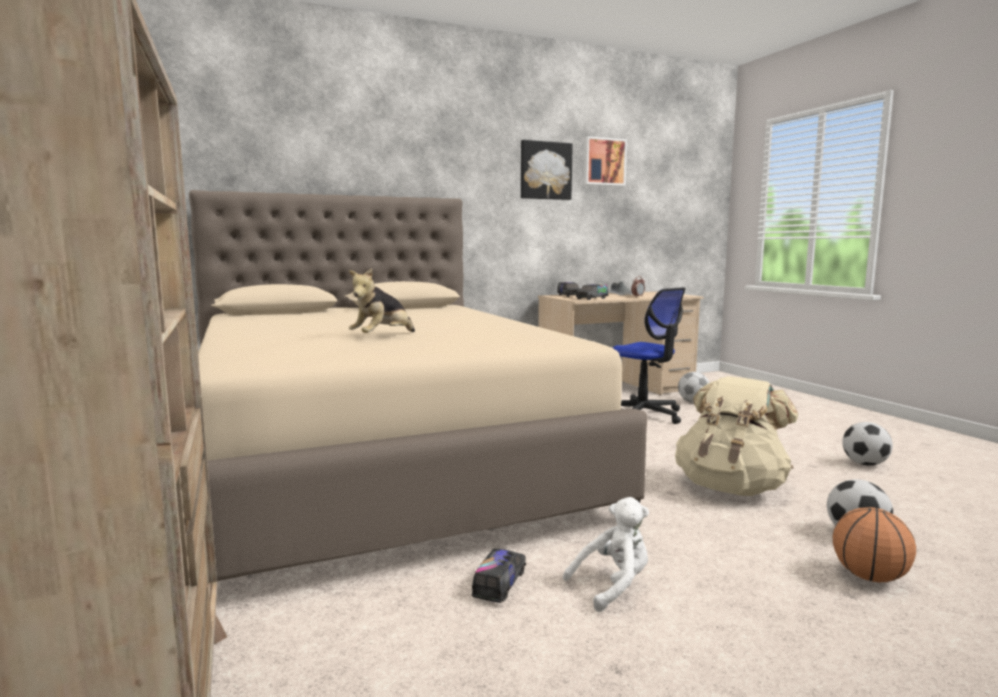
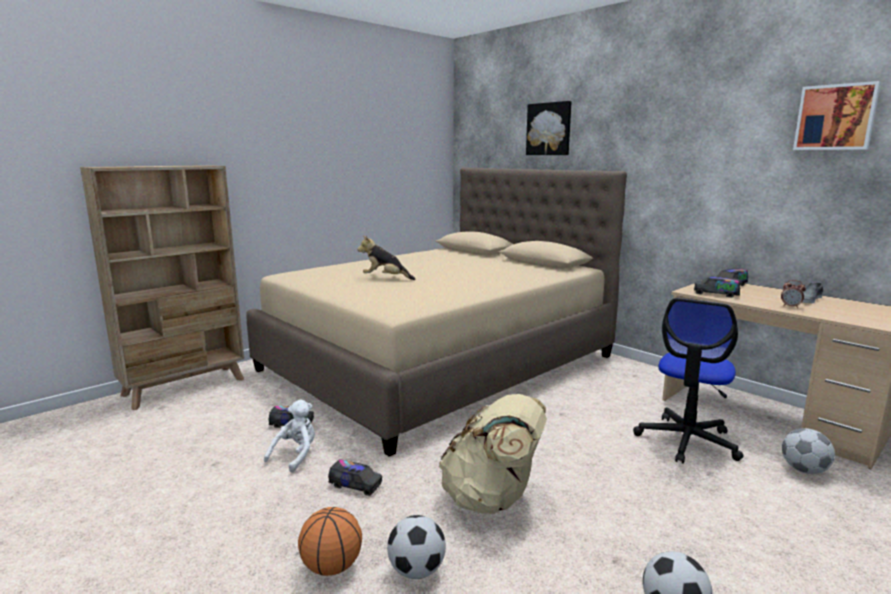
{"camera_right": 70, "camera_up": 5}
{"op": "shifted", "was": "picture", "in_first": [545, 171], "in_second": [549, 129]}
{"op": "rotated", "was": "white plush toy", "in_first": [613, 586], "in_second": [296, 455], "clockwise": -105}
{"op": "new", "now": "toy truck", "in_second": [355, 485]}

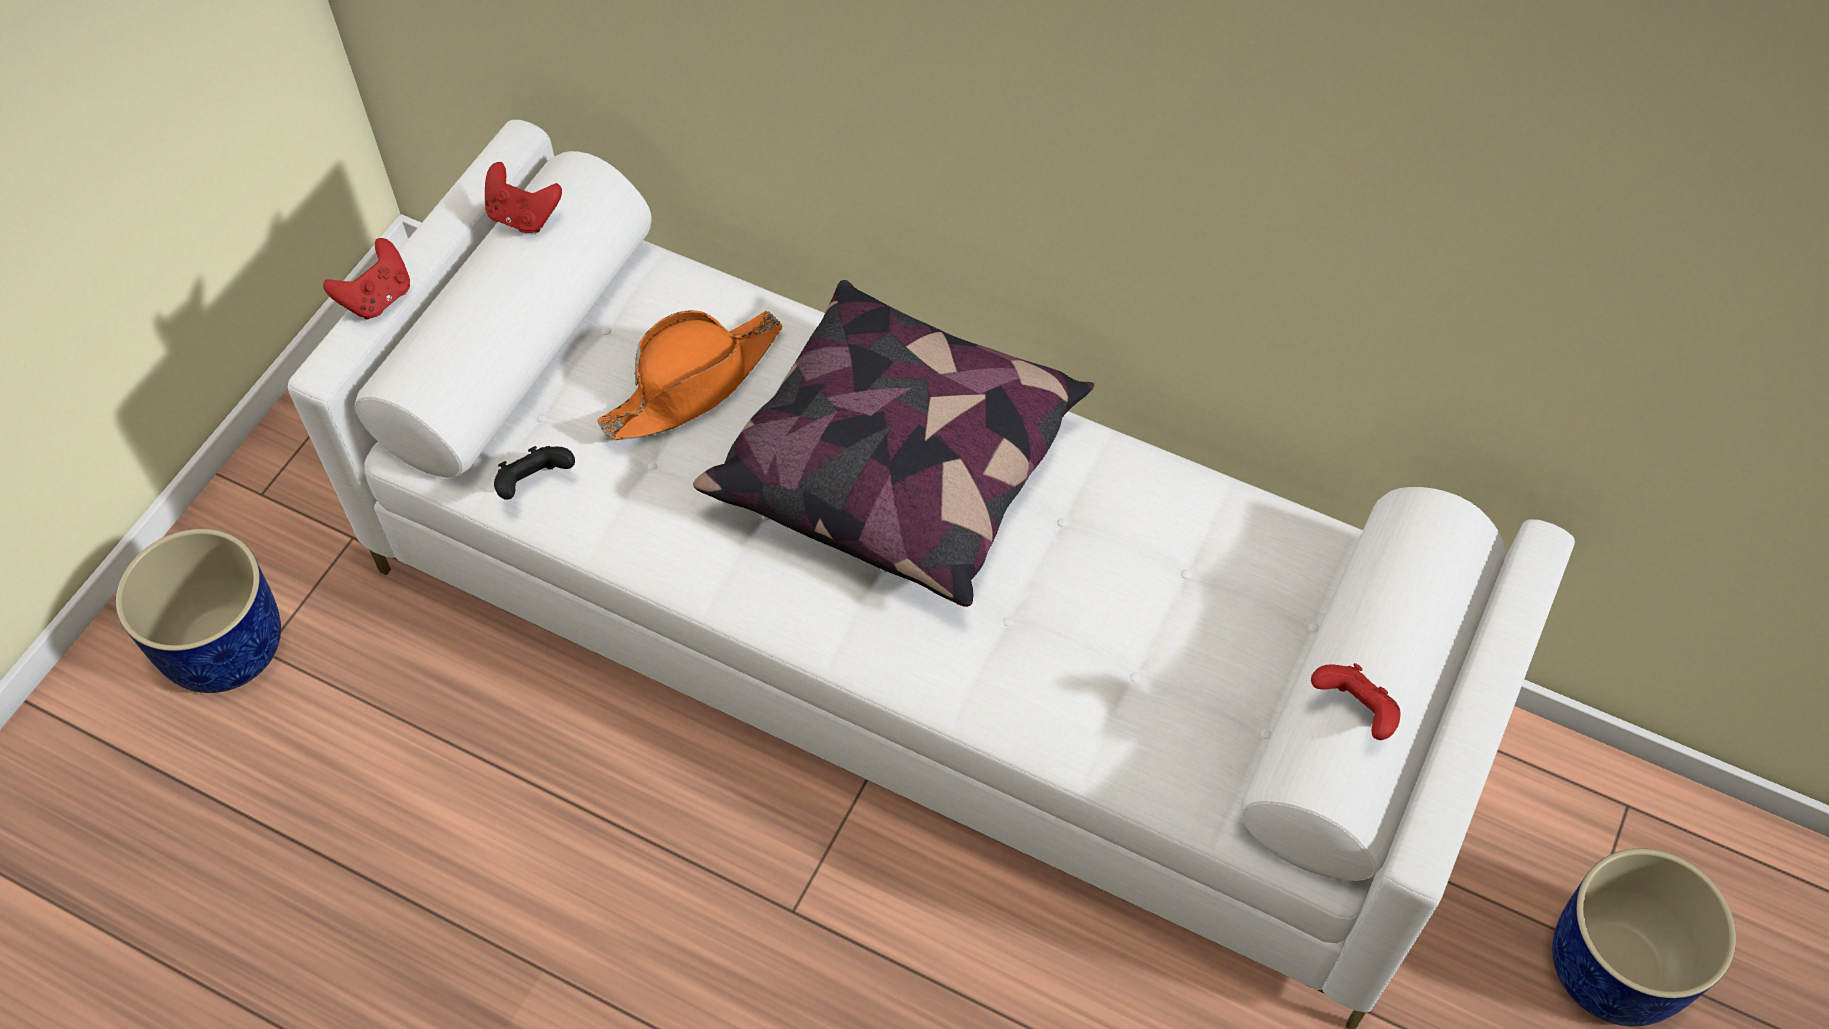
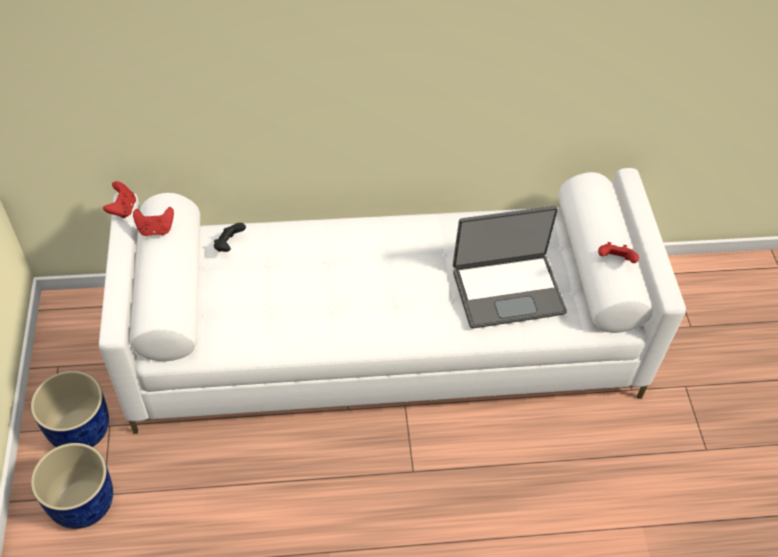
{"camera_right": -35, "camera_up": -5}
{"op": "shifted", "was": "red game controller", "in_first": [378, 298], "in_second": [122, 209]}
{"op": "gone", "was": "pillow", "in_first": [898, 466]}
{"op": "gone", "was": "orange hat", "in_first": [694, 383]}
{"op": "shifted", "was": "black game controller", "in_first": [535, 484], "in_second": [229, 245]}
{"op": "shifted", "was": "blue planter", "in_first": [1611, 966], "in_second": [79, 429]}
{"op": "new", "now": "laptop", "in_second": [507, 290]}

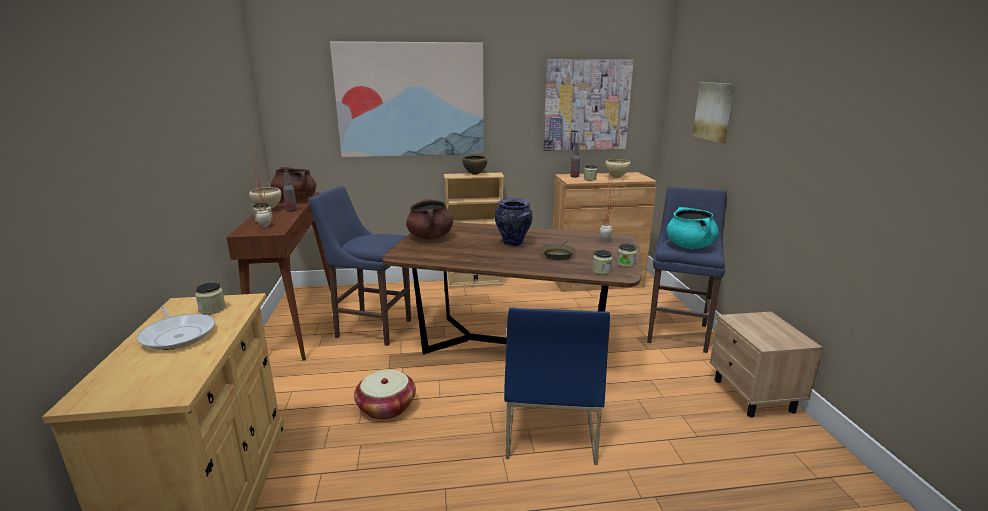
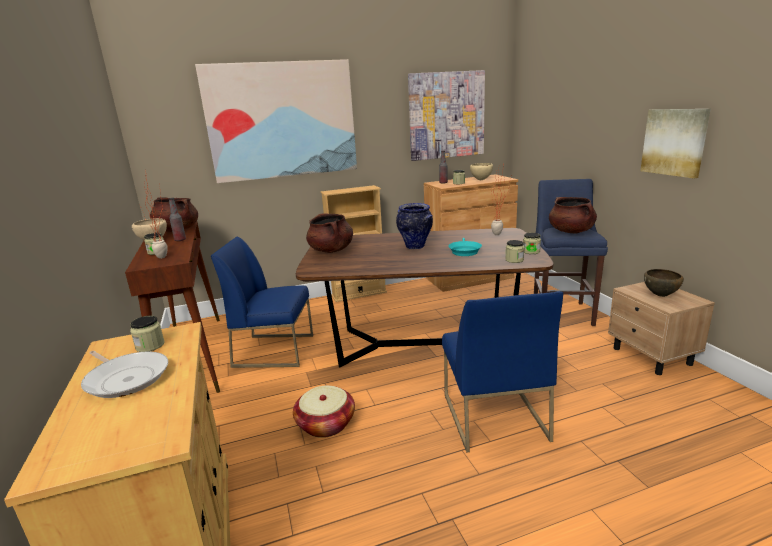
{"camera_right": -10, "camera_up": 0}
{"op": "shifted", "was": "picture", "in_first": [714, 111], "in_second": [674, 142]}
{"op": "shifted", "was": "brown bowl", "in_first": [475, 174], "in_second": [660, 295]}
{"op": "swapped", "was": "blue stool", "now": "blue chair", "in_first": [370, 328], "in_second": [275, 350]}
{"op": "repainted", "was": "turquoise cooking pot", "now": "brown cooking pot", "in_first": [690, 246], "in_second": [571, 231]}
{"op": "repainted", "was": "brown frying pan", "now": "turquoise frying pan", "in_first": [558, 254], "in_second": [464, 251]}

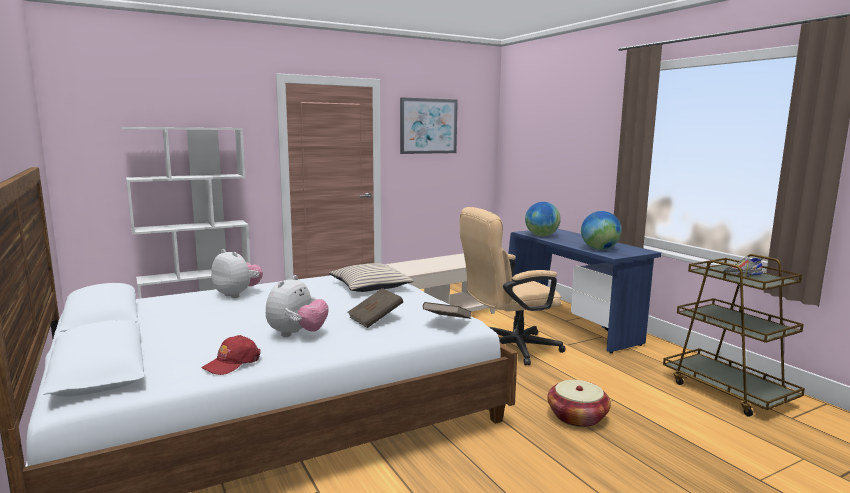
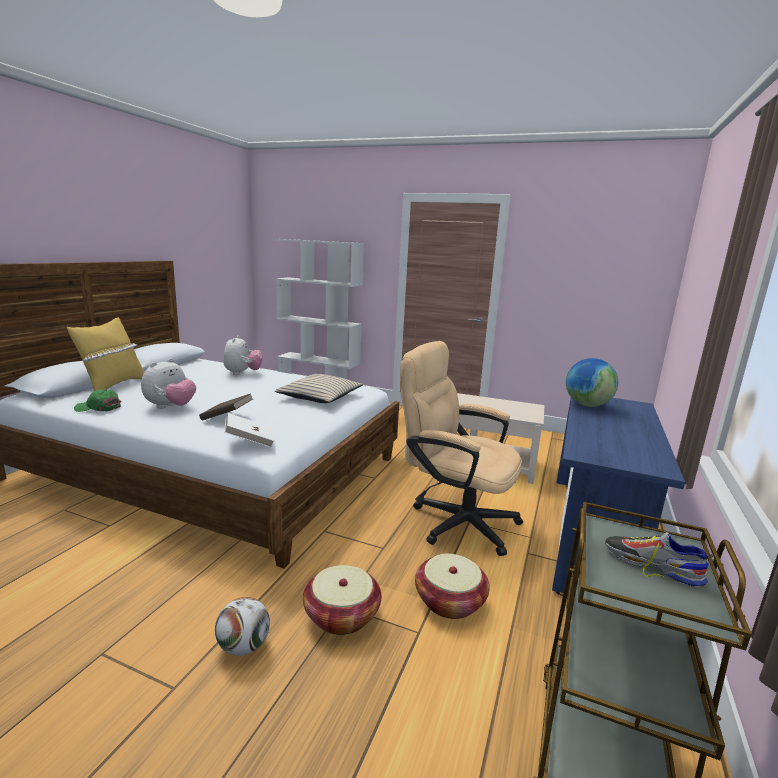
{"camera_right": 50, "camera_up": 5}
{"op": "gone", "was": "picture", "in_first": [428, 126]}
{"op": "gone", "was": "globe", "in_first": [599, 249]}
{"op": "rotated", "was": "plush toy", "in_first": [297, 334], "in_second": [170, 407], "clockwise": -45}
{"op": "repainted", "was": "brown book", "now": "white book", "in_first": [447, 322], "in_second": [250, 441]}
{"op": "repainted", "was": "red cap", "now": "green cap", "in_first": [232, 363], "in_second": [99, 407]}
{"op": "new", "now": "yellow pillow", "in_second": [113, 386]}
{"op": "new", "now": "basket", "in_second": [450, 601]}
{"op": "new", "now": "football", "in_second": [243, 646]}

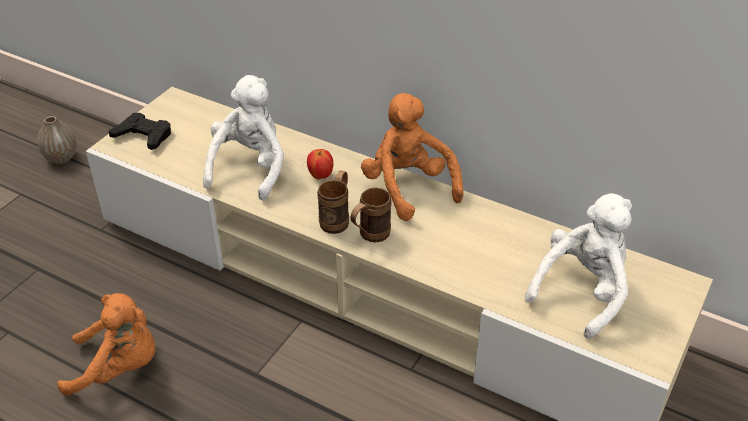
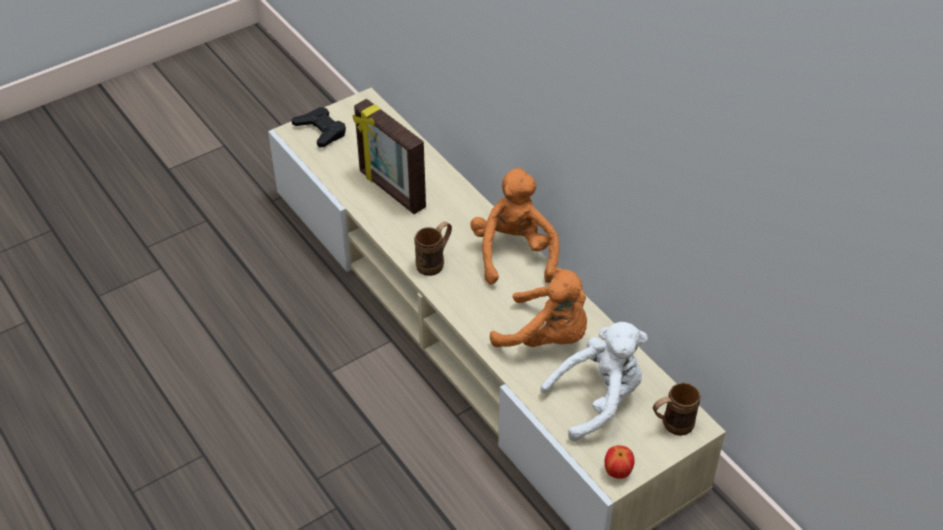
{"camera_right": 25, "camera_up": 5}
{"op": "swapped", "was": "white plush toy", "now": "picture frame", "in_first": [250, 168], "in_second": [391, 190]}
{"op": "gone", "was": "vase", "in_first": [61, 158]}
{"op": "shifted", "was": "apple", "in_first": [320, 176], "in_second": [617, 472]}
{"op": "shifted", "was": "brown mug", "in_first": [369, 236], "in_second": [671, 426]}
{"op": "shifted", "was": "orange plush toy", "in_first": [119, 368], "in_second": [547, 337]}

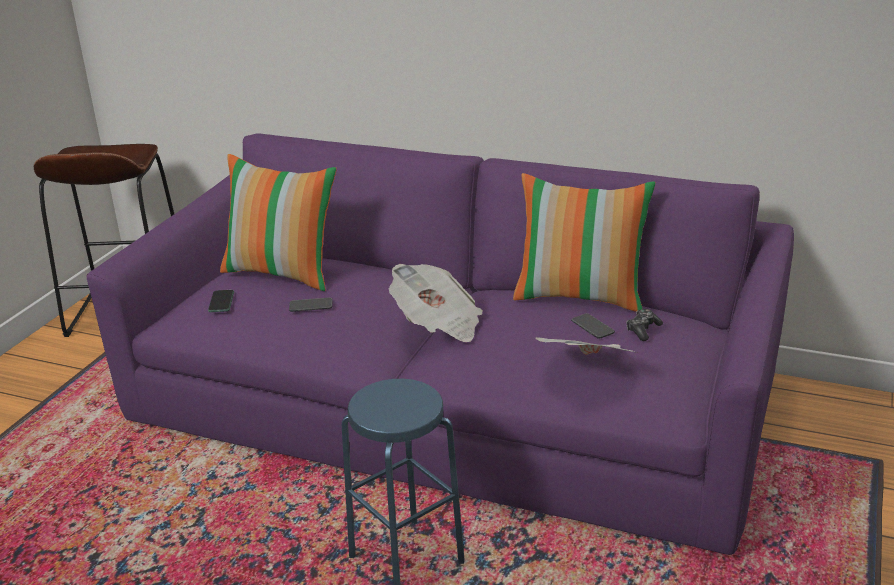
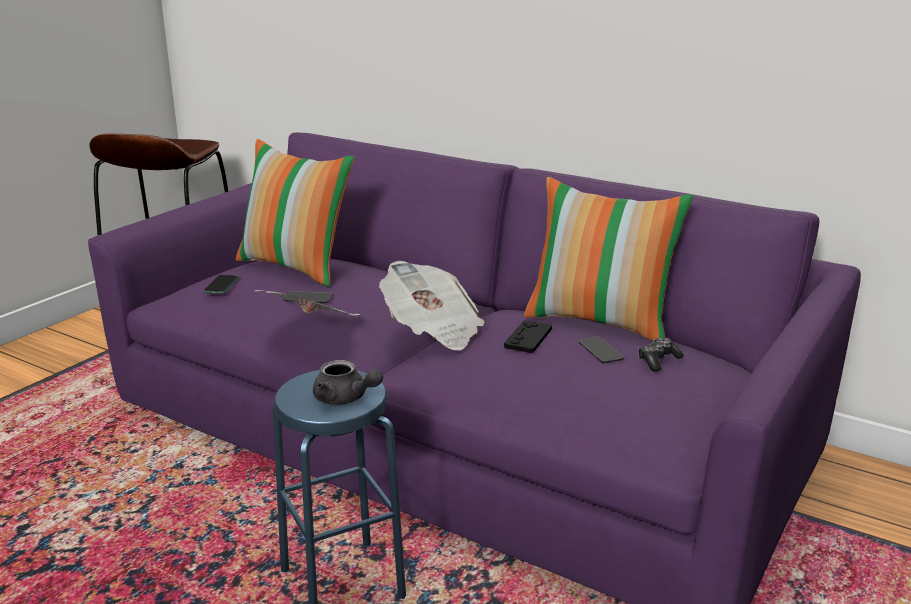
{"camera_right": 10, "camera_up": -5}
{"op": "shifted", "was": "newspaper", "in_first": [588, 368], "in_second": [314, 329]}
{"op": "new", "now": "black game controller", "in_second": [528, 338]}
{"op": "new", "now": "grey teapot", "in_second": [345, 399]}

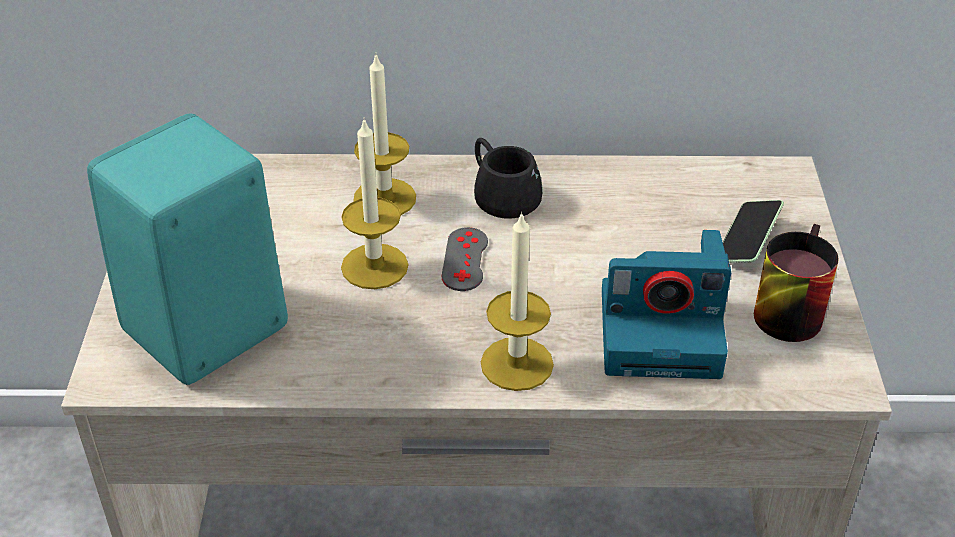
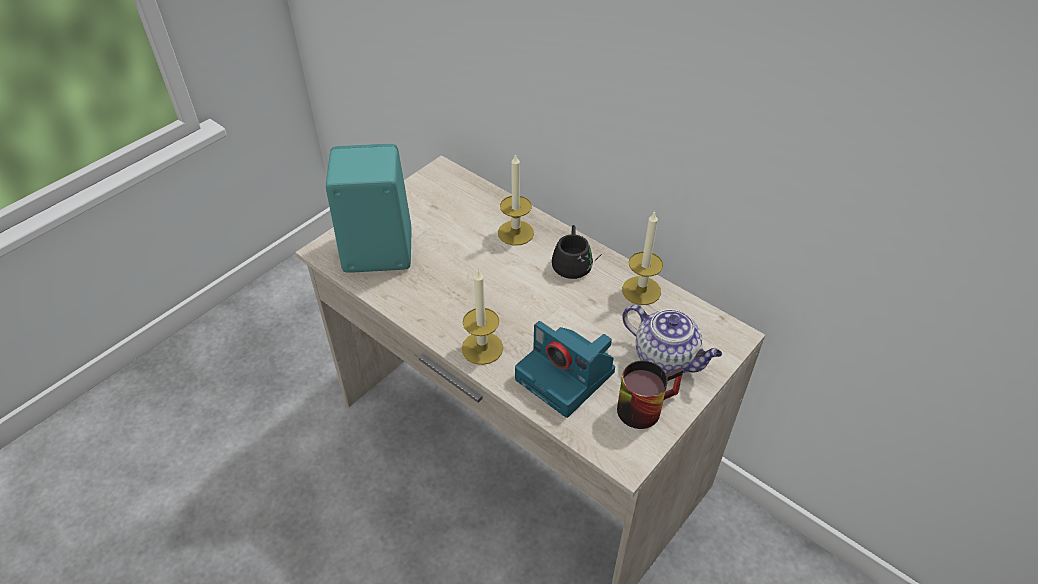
{"camera_right": 40, "camera_up": 5}
{"op": "shifted", "was": "candle", "in_first": [374, 266], "in_second": [641, 290]}
{"op": "swapped", "was": "phone", "now": "teapot", "in_first": [747, 242], "in_second": [667, 359]}
{"op": "gone", "was": "grey game controller", "in_first": [465, 259]}

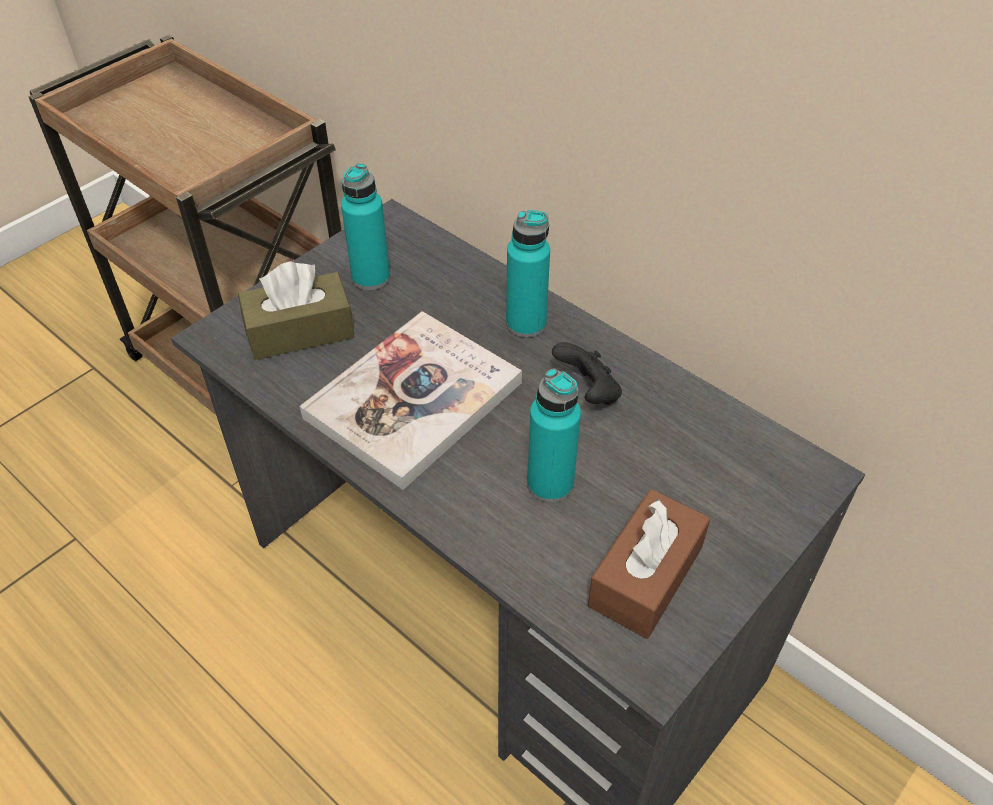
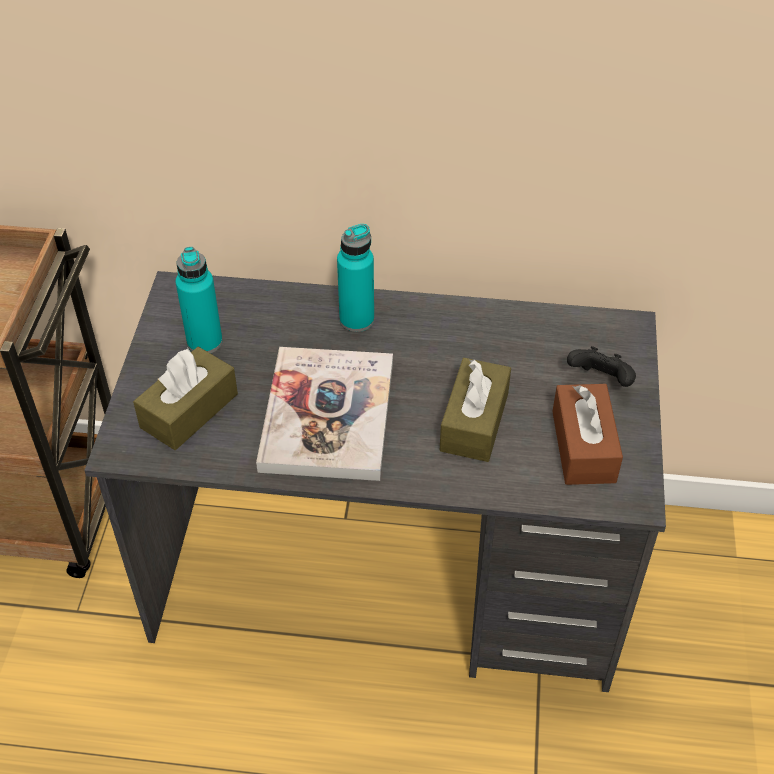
{"camera_right": -35, "camera_up": 0}
{"op": "shifted", "was": "black game controller", "in_first": [588, 392], "in_second": [600, 381]}
{"op": "swapped", "was": "turquoise bottle", "now": "brown tissue box", "in_first": [550, 484], "in_second": [474, 422]}

